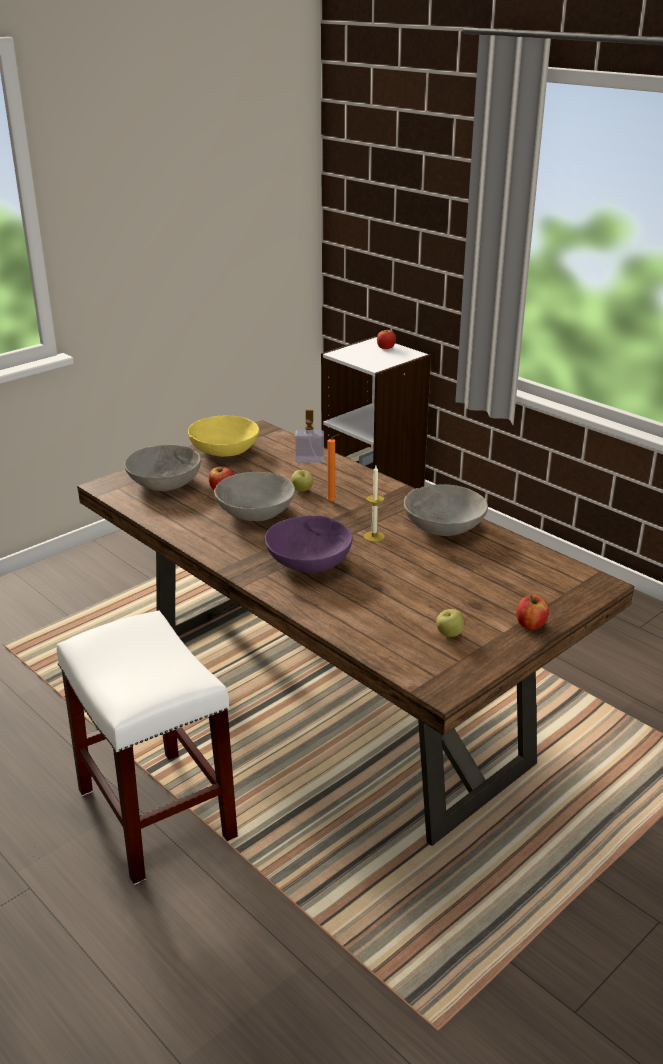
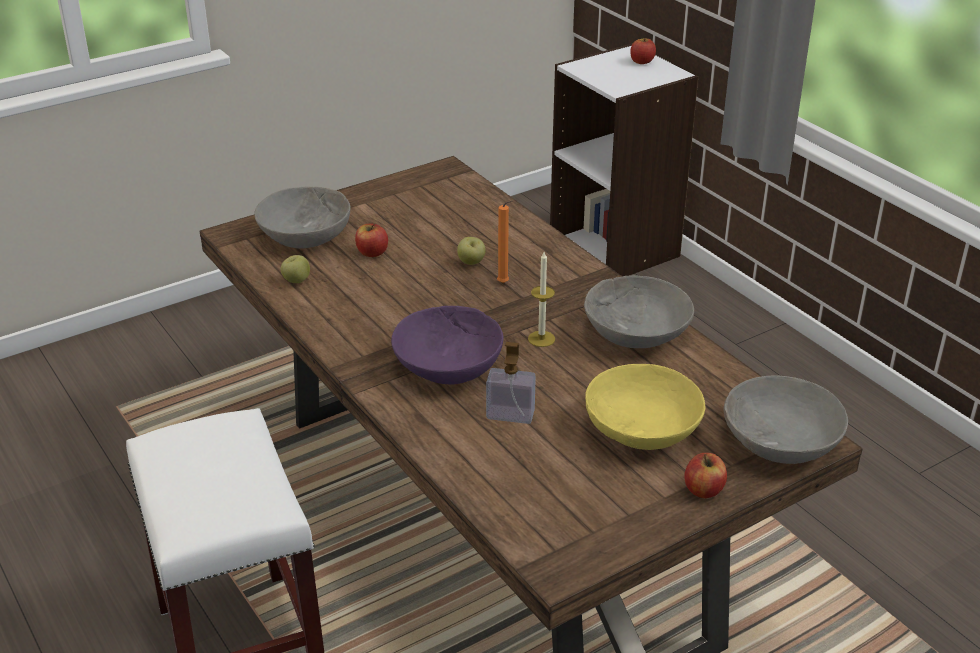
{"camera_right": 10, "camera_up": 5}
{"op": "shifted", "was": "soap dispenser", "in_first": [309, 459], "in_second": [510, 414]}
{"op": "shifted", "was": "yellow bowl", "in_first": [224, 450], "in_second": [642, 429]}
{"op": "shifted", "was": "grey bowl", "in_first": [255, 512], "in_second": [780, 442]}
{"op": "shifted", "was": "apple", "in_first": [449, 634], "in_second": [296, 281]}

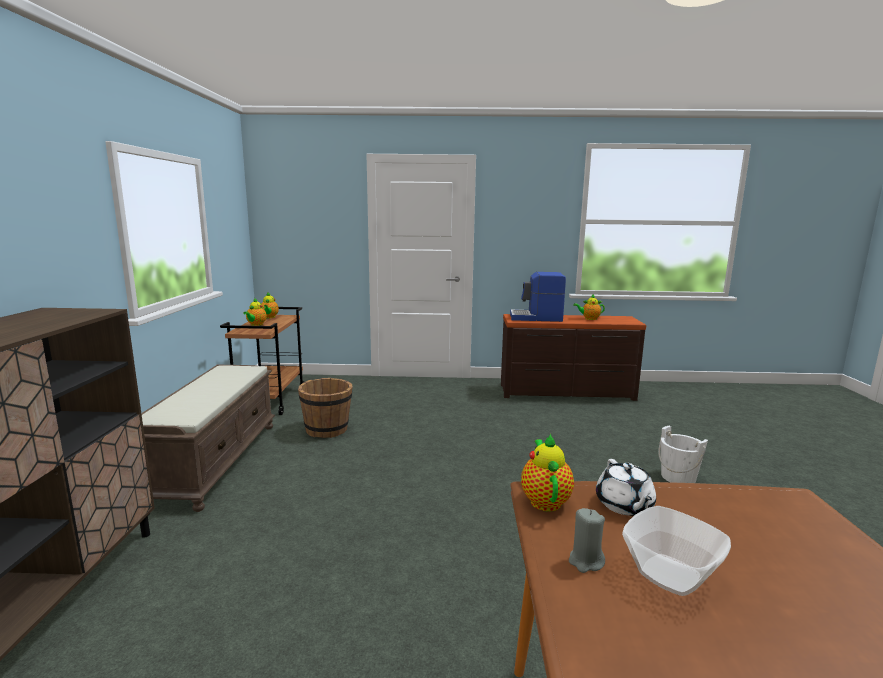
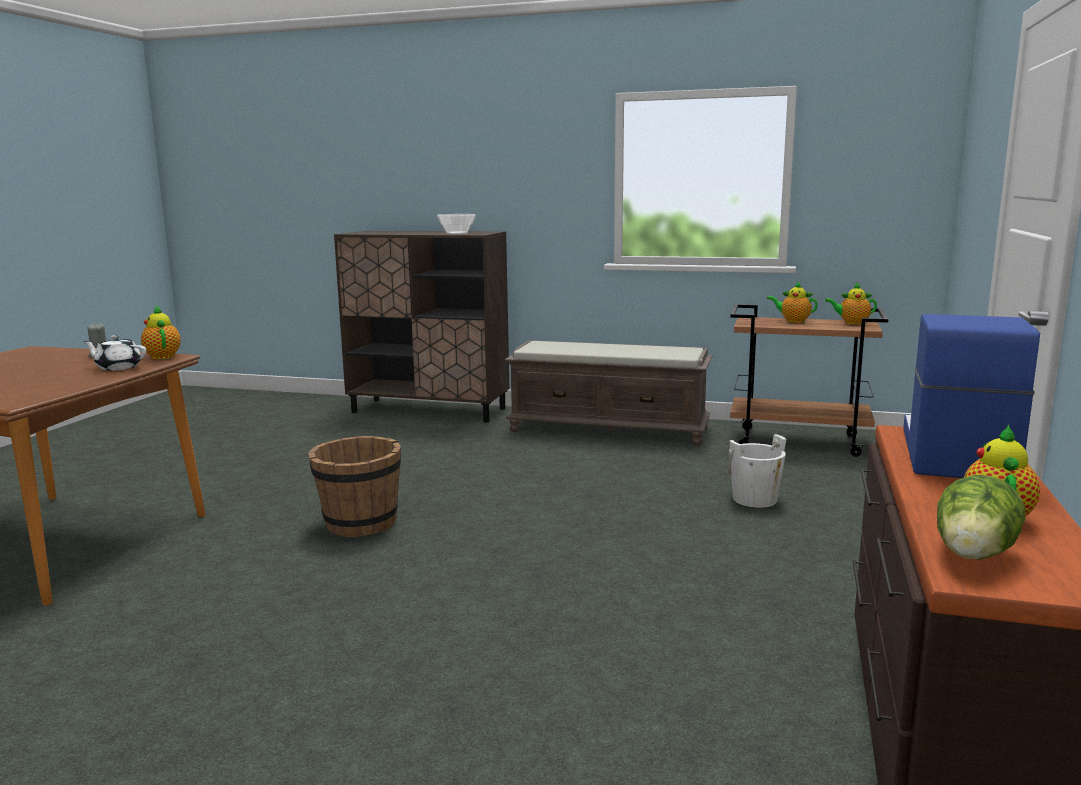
{"camera_right": 105, "camera_up": 0}
{"op": "shifted", "was": "brown bucket", "in_first": [327, 429], "in_second": [360, 524]}
{"op": "shifted", "was": "white bucket", "in_first": [678, 477], "in_second": [754, 499]}
{"op": "rotated", "was": "teapot", "in_first": [544, 500], "in_second": [162, 356], "clockwise": -135}
{"op": "shifted", "was": "bowl", "in_first": [668, 575], "in_second": [457, 233]}
{"op": "new", "now": "lettuce", "in_second": [973, 557]}

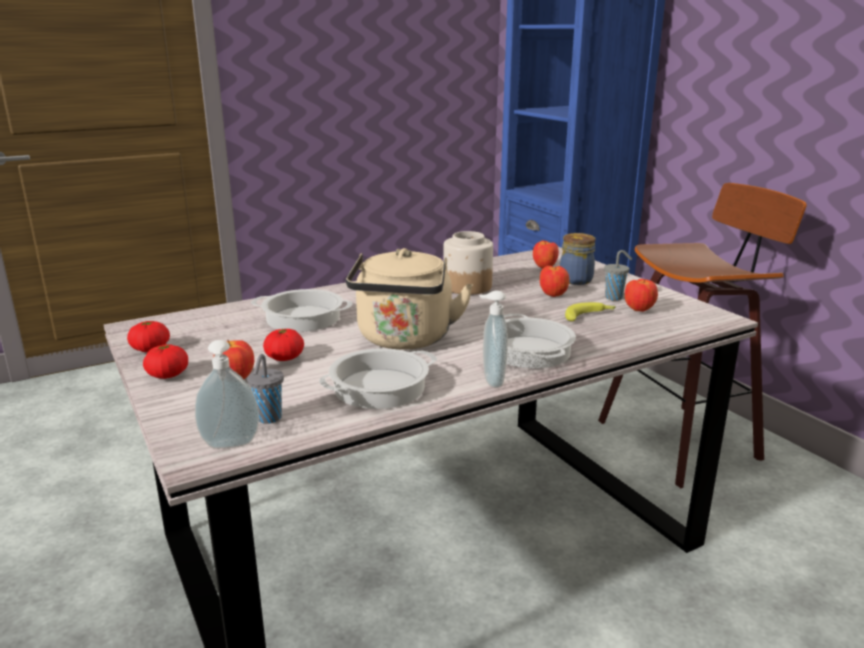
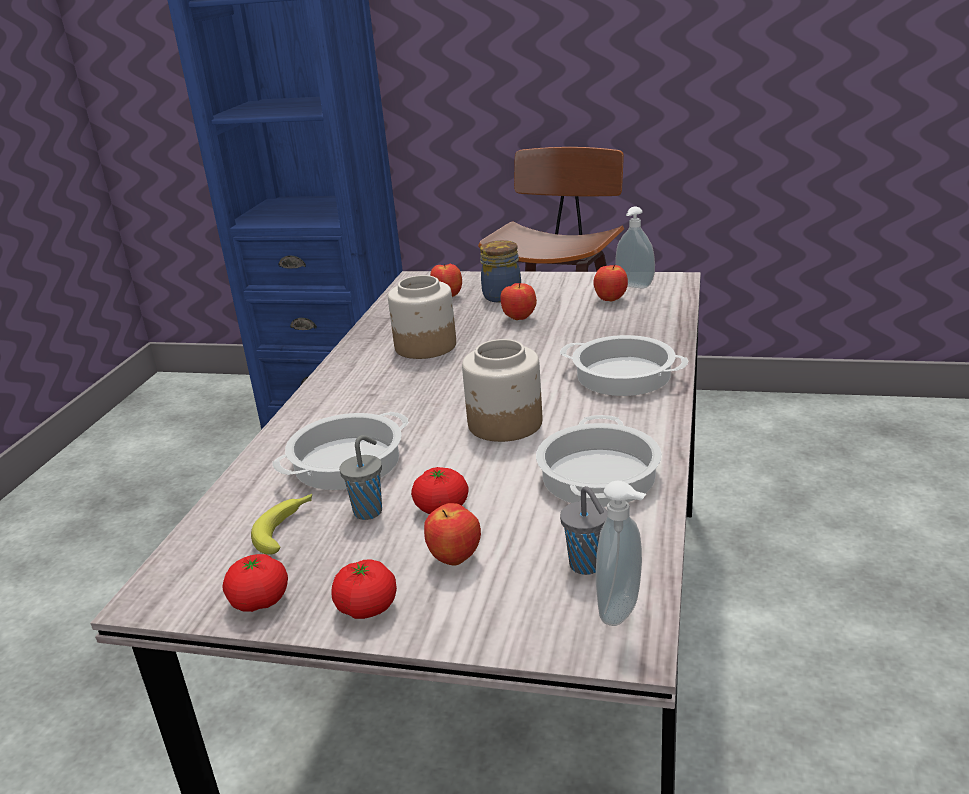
{"camera_right": -45, "camera_up": 5}
{"op": "swapped", "was": "beige kettle", "now": "jar", "in_first": [404, 340], "in_second": [505, 424]}
{"op": "shifted", "was": "grey cup", "in_first": [615, 298], "in_second": [369, 511]}
{"op": "shifted", "was": "soap dispenser", "in_first": [491, 381], "in_second": [634, 286]}
{"op": "shifted", "was": "banana", "in_first": [590, 316], "in_second": [287, 528]}

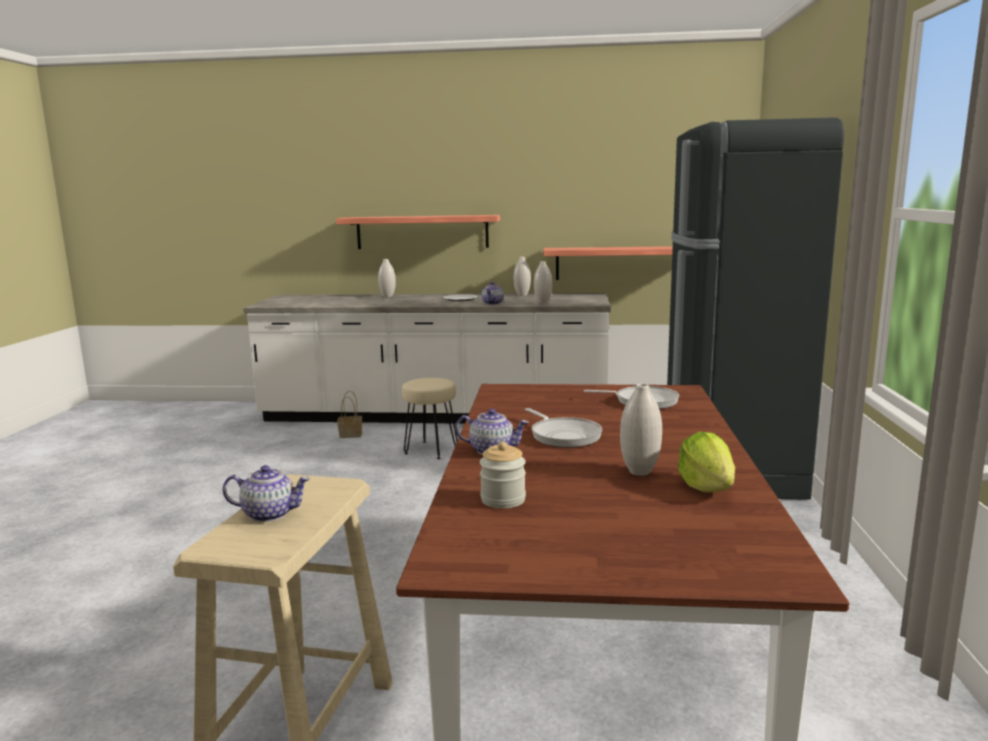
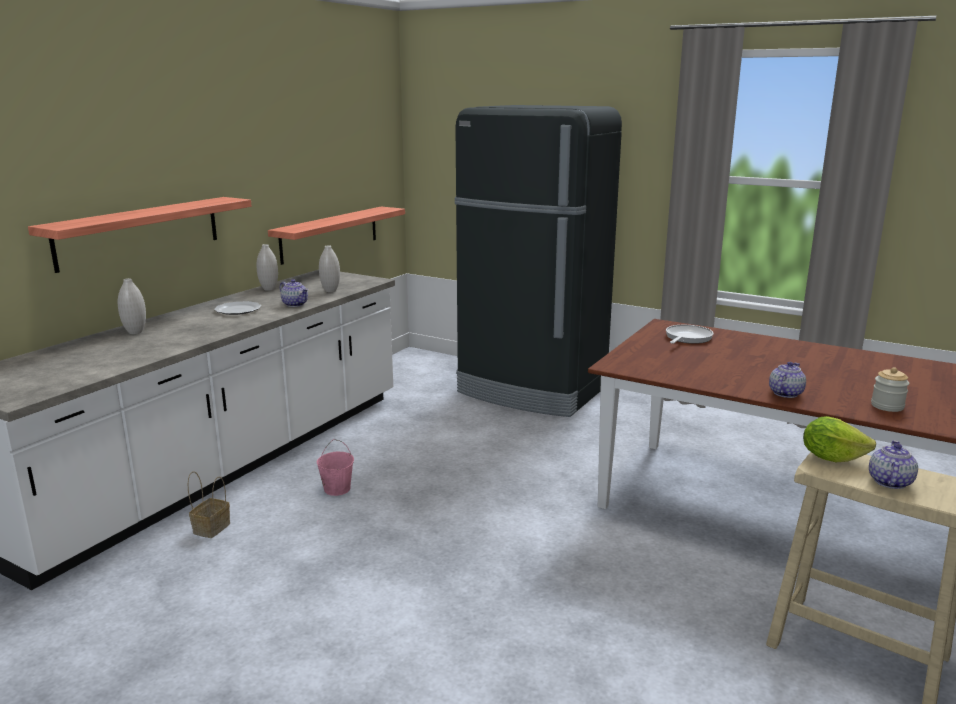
{"camera_right": -65, "camera_up": 5}
{"op": "swapped", "was": "beige stool", "now": "pink bucket", "in_first": [432, 450], "in_second": [337, 489]}
{"op": "gone", "was": "white vase", "in_first": [639, 472]}
{"op": "gone", "was": "frying pan", "in_first": [563, 435]}
{"op": "shifted", "was": "lettuce", "in_first": [706, 487], "in_second": [831, 458]}

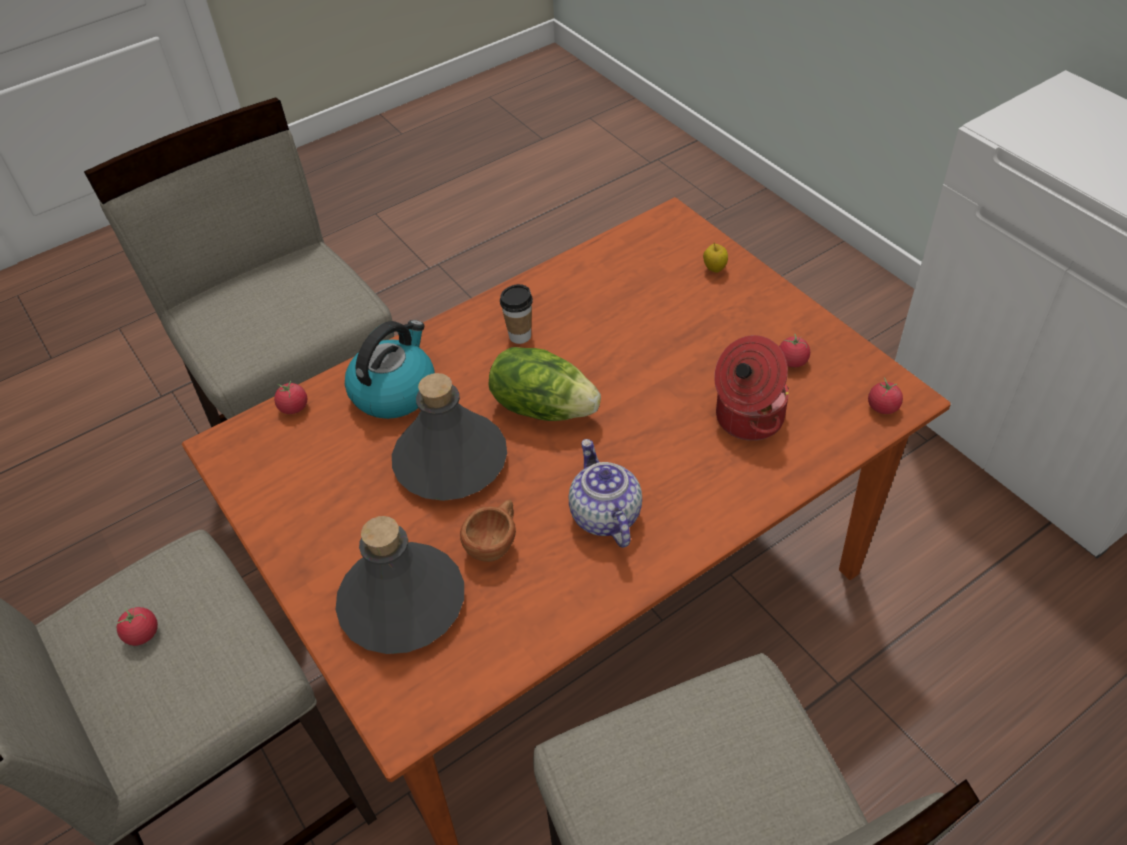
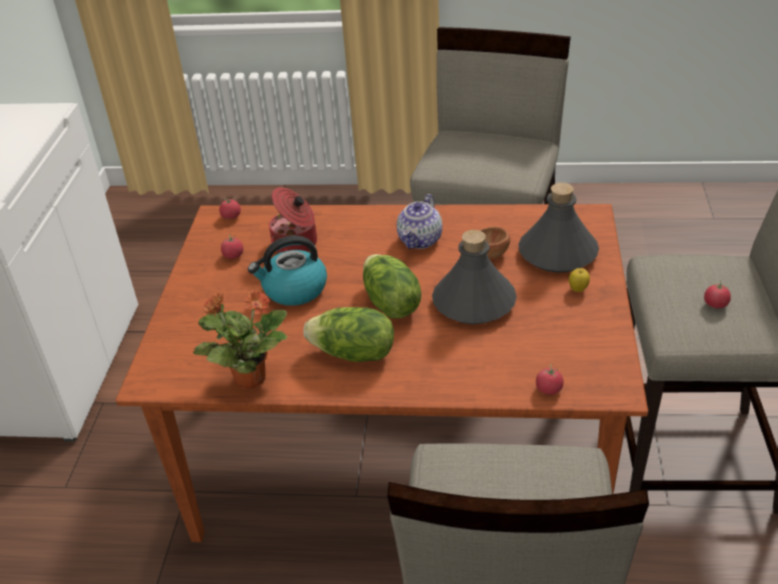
{"camera_right": -140, "camera_up": -10}
{"op": "shifted", "was": "apple", "in_first": [714, 269], "in_second": [578, 289]}
{"op": "swapped", "was": "cup", "now": "lettuce", "in_first": [520, 336], "in_second": [353, 354]}
{"op": "shifted", "was": "kettle", "in_first": [394, 391], "in_second": [294, 290]}
{"op": "new", "now": "potted plant", "in_second": [249, 378]}

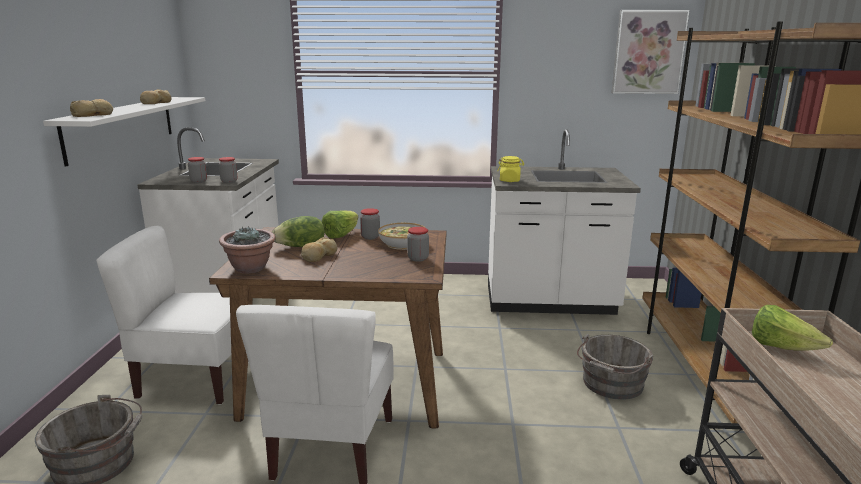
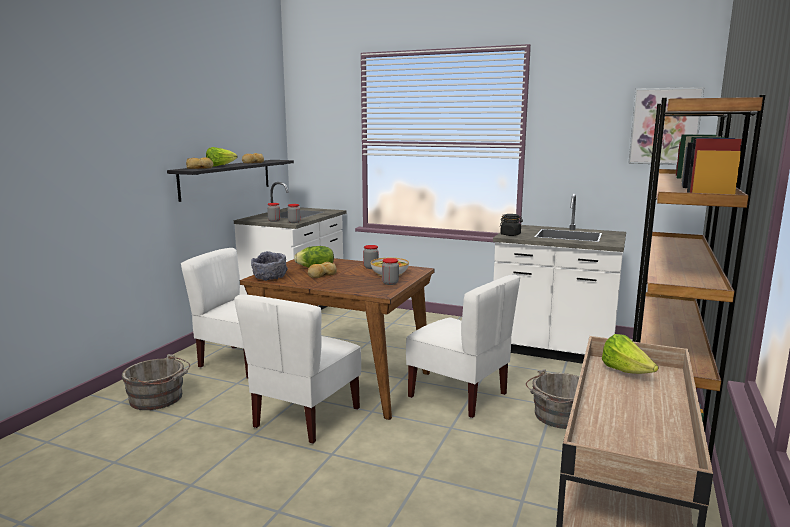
{"camera_right": 20, "camera_up": -5}
{"op": "repainted", "was": "white shelf", "now": "black shelf", "in_first": [122, 127], "in_second": [226, 178]}
{"op": "repainted", "was": "yellow jar", "now": "black jar", "in_first": [510, 180], "in_second": [510, 234]}
{"op": "shifted", "was": "lettuce", "in_first": [341, 235], "in_second": [220, 166]}
{"op": "swapped", "was": "potted plant", "now": "grey bowl", "in_first": [250, 268], "in_second": [270, 277]}
{"op": "new", "now": "white chair", "in_second": [459, 395]}

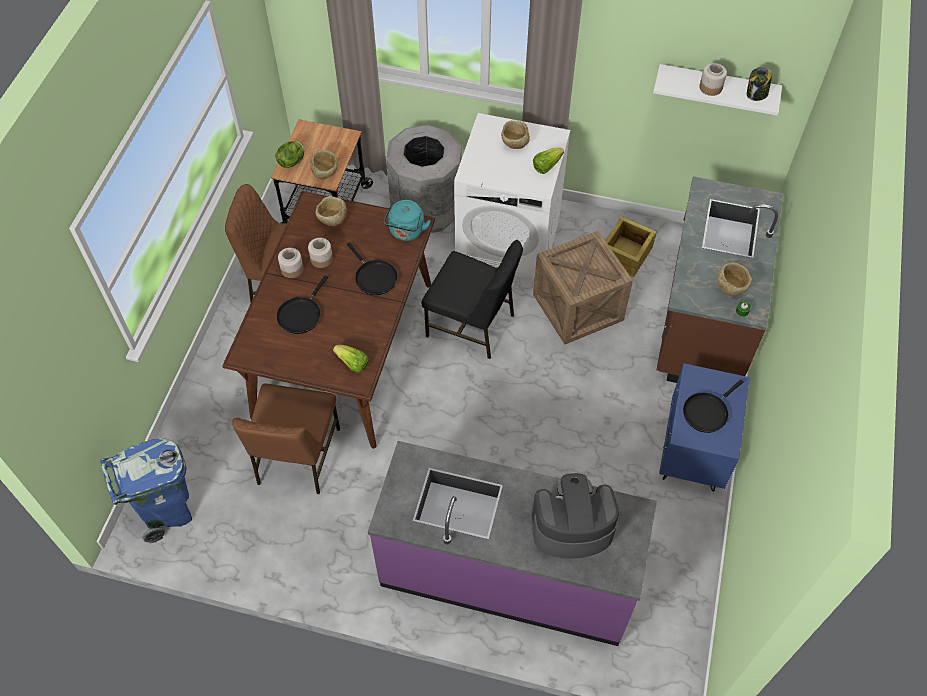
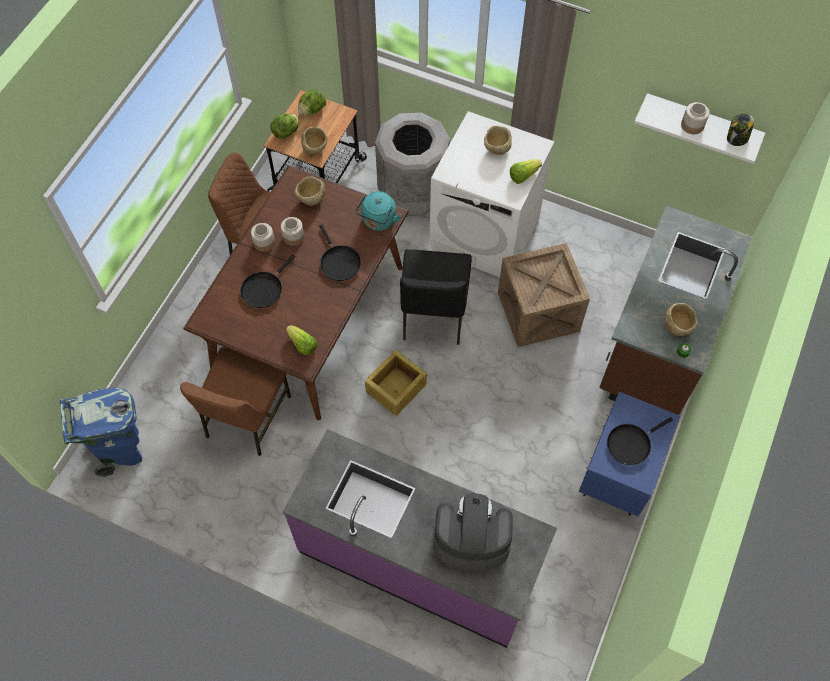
{"camera_right": 10, "camera_up": 5}
{"op": "shifted", "was": "crate", "in_first": [624, 254], "in_second": [395, 388]}
{"op": "rotated", "was": "black chair", "in_first": [472, 325], "in_second": [433, 314], "clockwise": 60}
{"op": "new", "now": "lettuce", "in_second": [312, 110]}

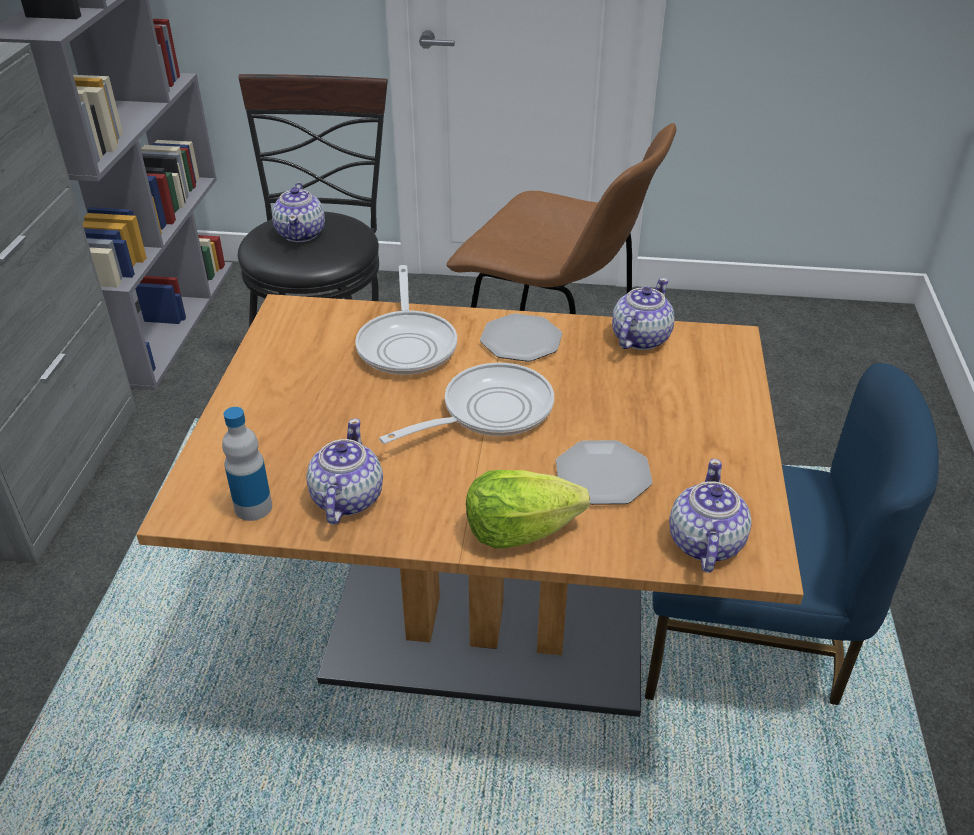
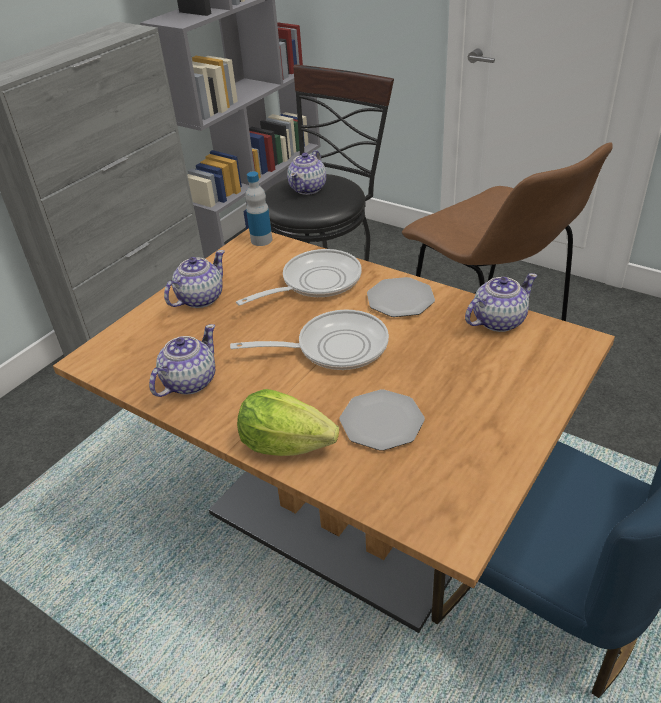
{"camera_right": 30, "camera_up": 0}
{"op": "rotated", "was": "frying pan", "in_first": [407, 344], "in_second": [315, 282], "clockwise": -150}
{"op": "shifted", "was": "bottle", "in_first": [253, 507], "in_second": [261, 240]}
{"op": "shifted", "was": "teapot", "in_first": [704, 543], "in_second": [199, 298]}

